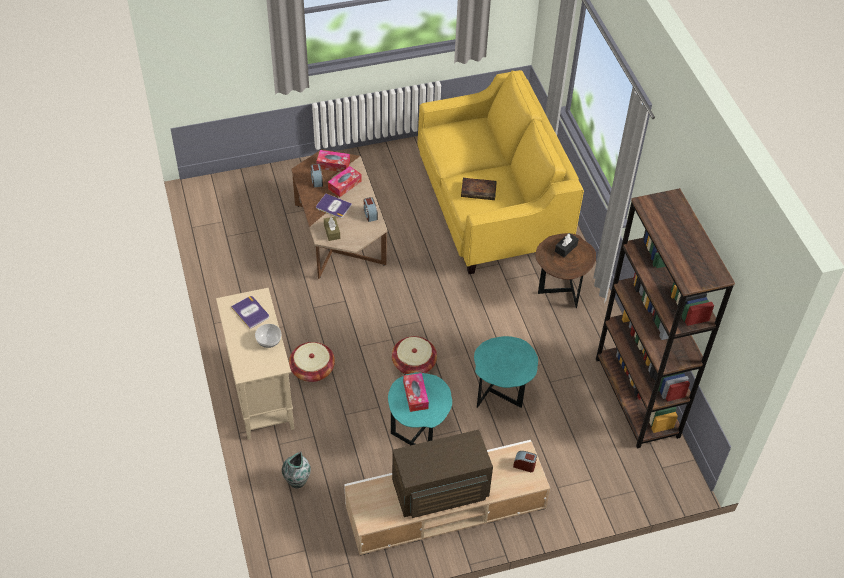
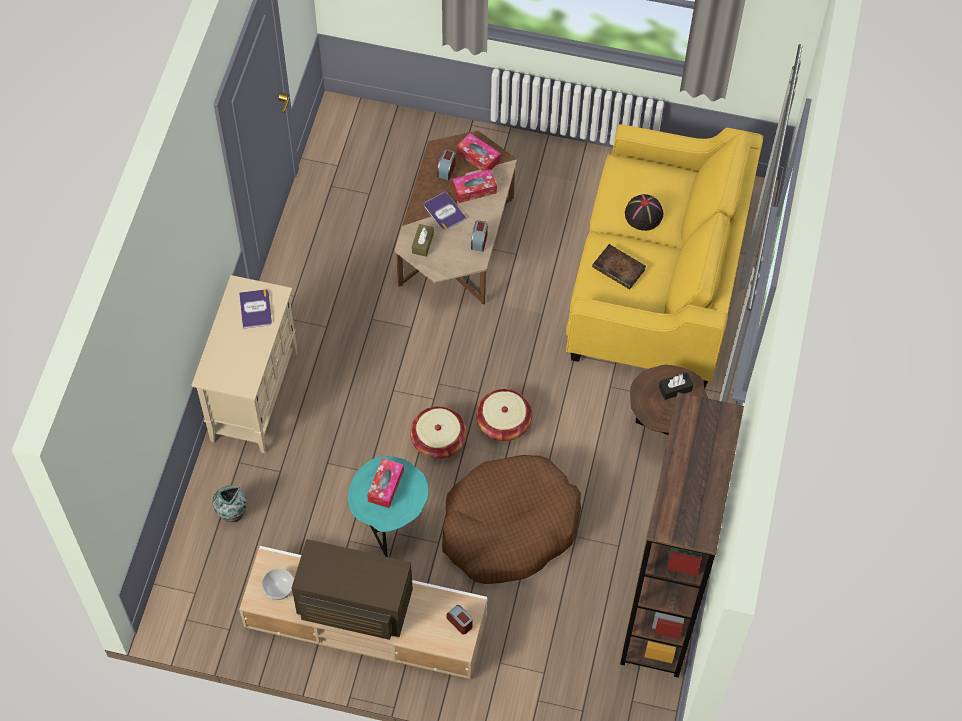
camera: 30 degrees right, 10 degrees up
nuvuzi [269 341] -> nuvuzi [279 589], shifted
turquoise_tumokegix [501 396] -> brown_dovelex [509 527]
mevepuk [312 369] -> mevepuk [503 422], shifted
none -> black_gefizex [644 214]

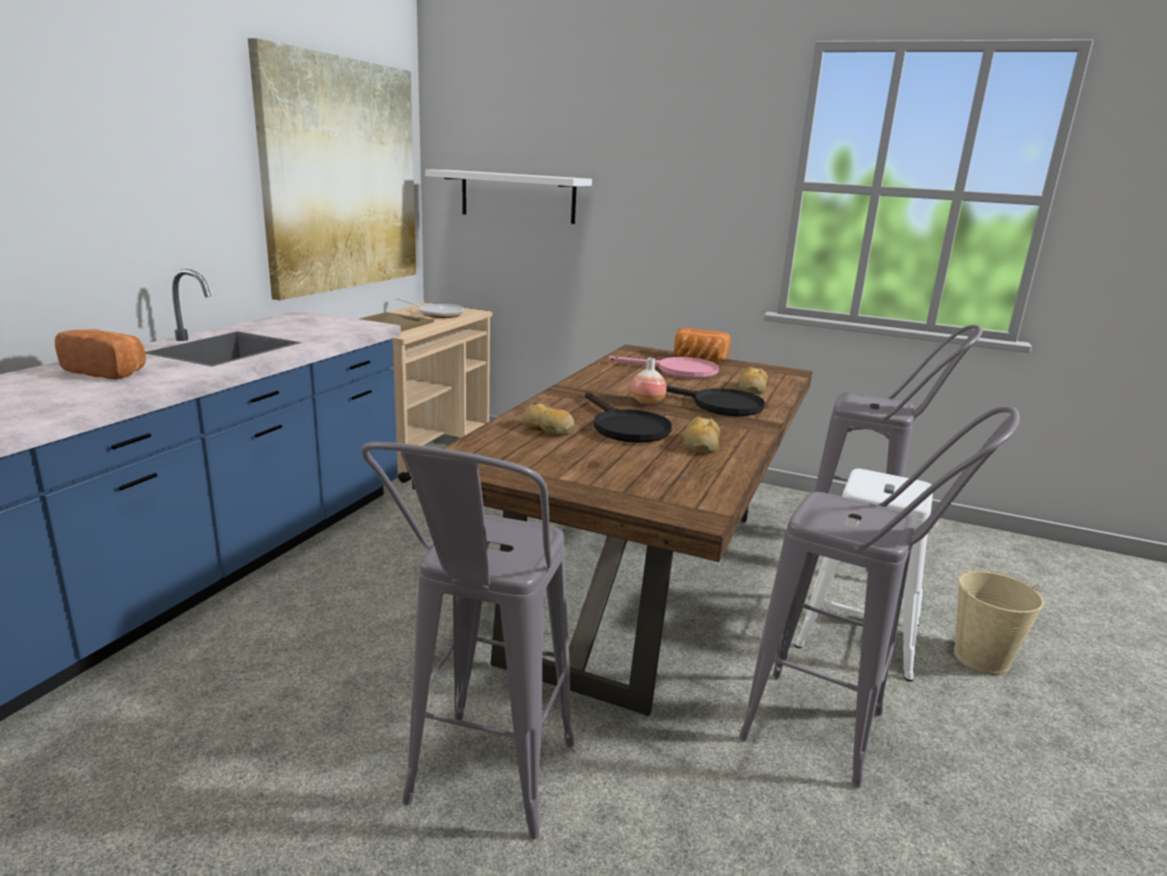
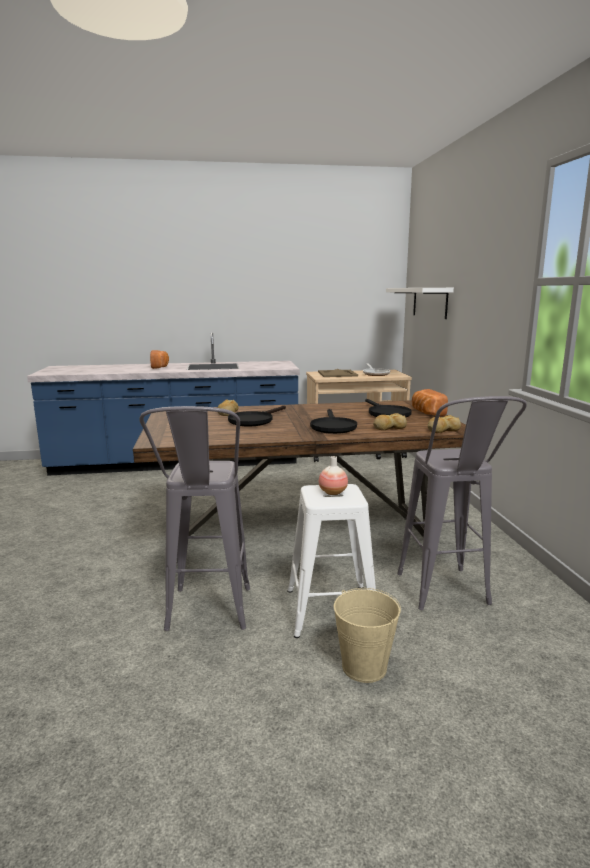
camera: 60 degrees right, 5 degrees down
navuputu [342 176] -> none
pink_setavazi [678 371] -> black_setavazi [386 413]
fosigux [647 402] -> fosigux [333 492], shifted
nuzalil [700 445] -> nuzalil [442 430], shifted
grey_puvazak [482 793] -> none

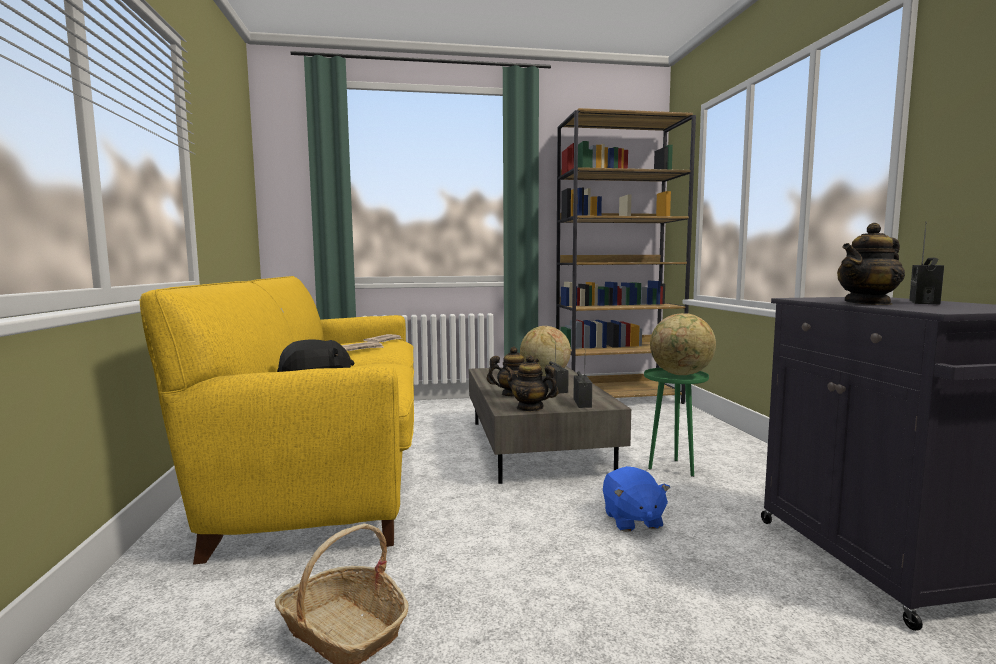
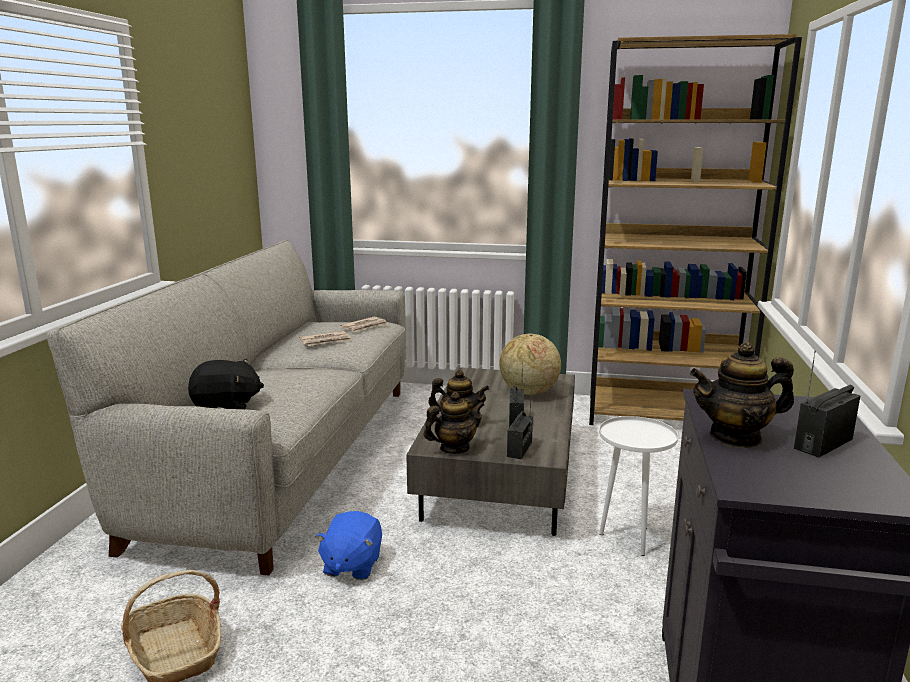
camera: 20 degrees right, 10 degrees up
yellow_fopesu [333 458] -> grey_fopesu [286 456]
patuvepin [681 374] -> none
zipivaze [530 408] -> zipivaze [454 448], 105 degrees clockwise
green_tumokegix [672 468] -> white_tumokegix [629 538]
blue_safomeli [632 520] -> blue_safomeli [351 565], shifted

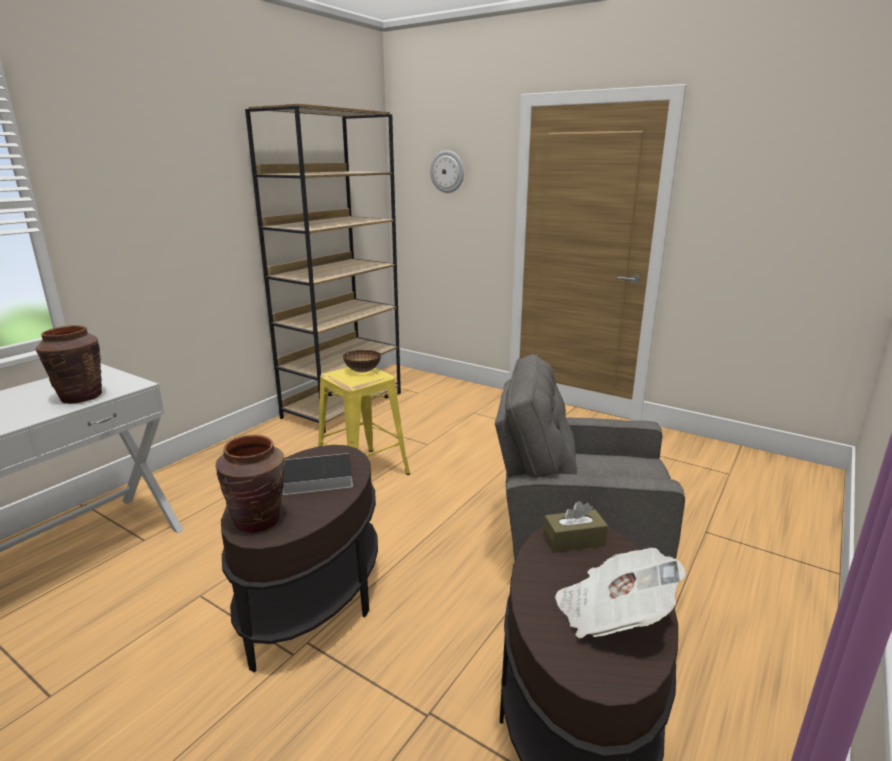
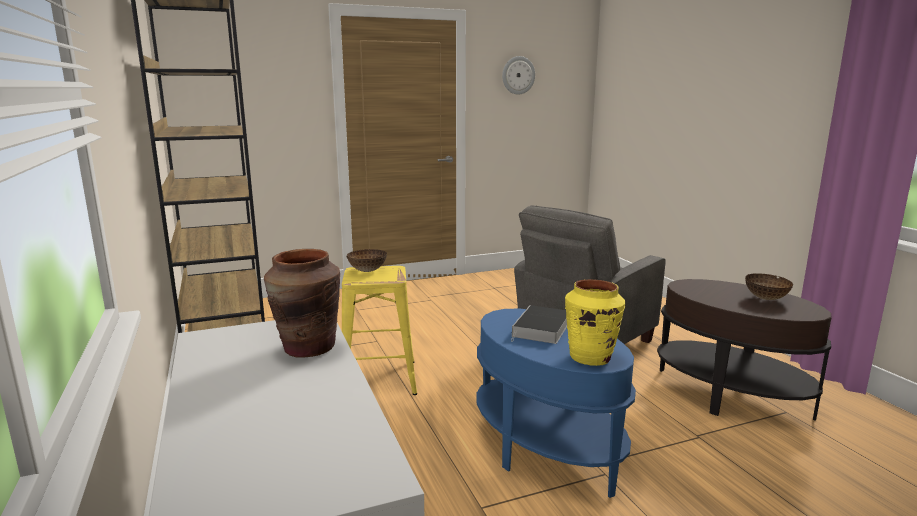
camera: 55 degrees left, 5 degrees down
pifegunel [447 171] -> pifegunel [518 75], shifted
brown_fosigux [258 521] -> yellow_fosigux [590 358]
brown_tumokegix [313 601] -> blue_tumokegix [546 449]
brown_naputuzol [574 540] -> none
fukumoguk [612 615] -> nuvuzi [766 299]

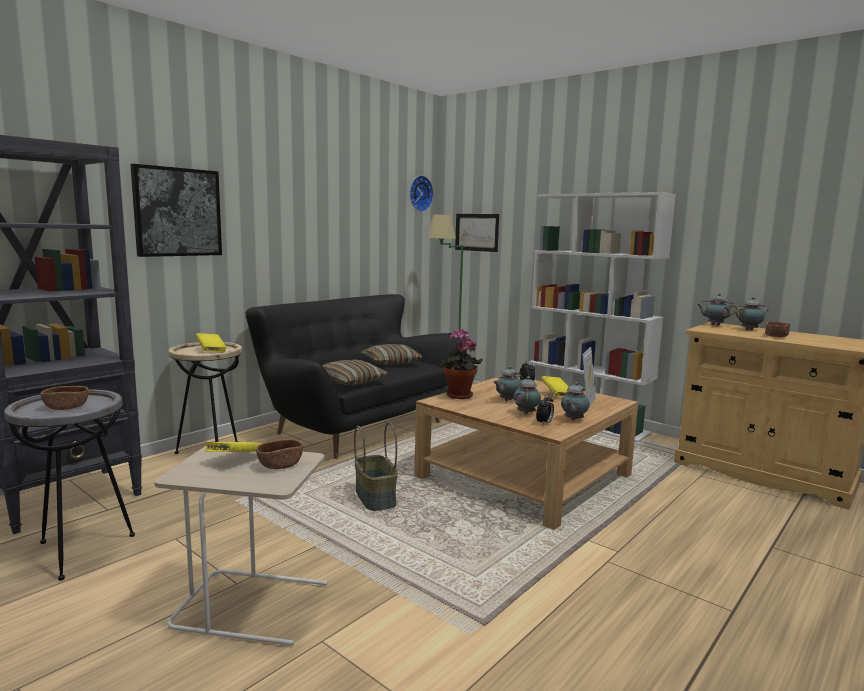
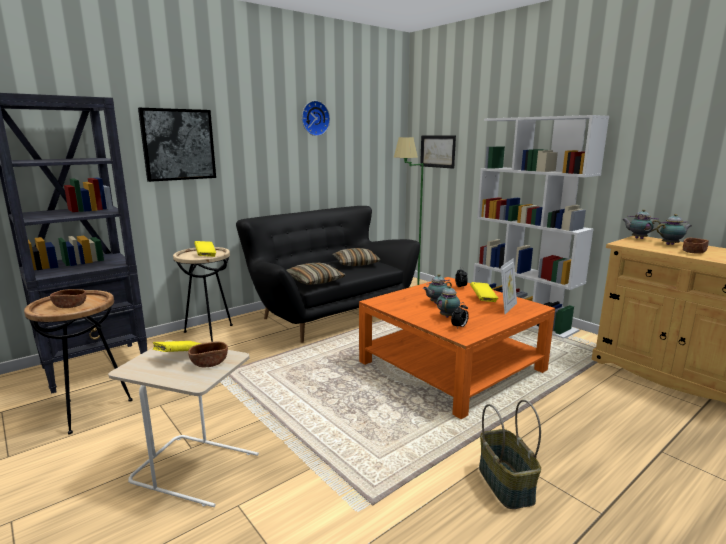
camera: 10 degrees right, 5 degrees up
pifegunel [419 193] -> pifegunel [314 118], shifted
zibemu [458 396] -> none
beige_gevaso [524 476] -> orange_gevaso [451 366]
zipivaze [573 420] -> none
grey_tumokegix [80 551] -> brown_tumokegix [90 411]
mevepuk [376 498] -> mevepuk [507 484], shifted

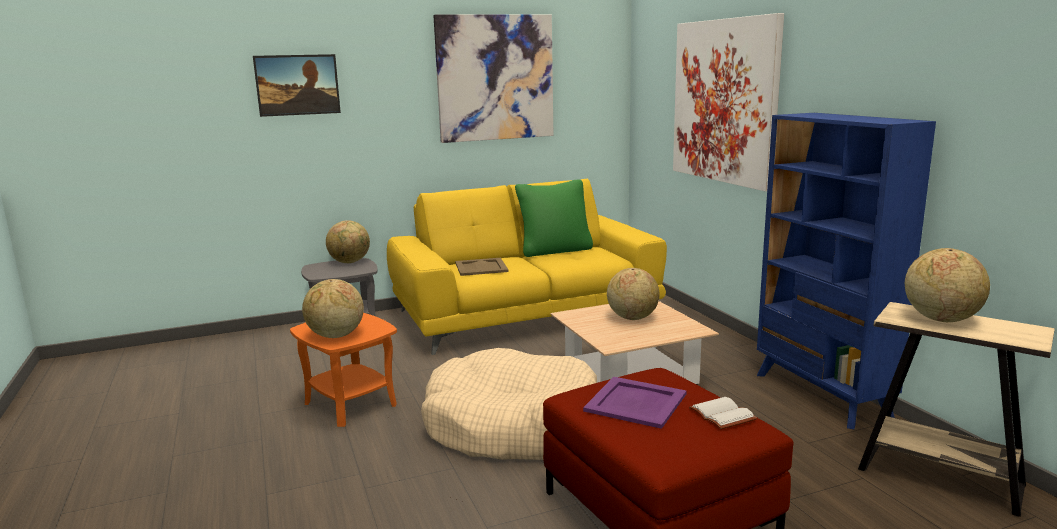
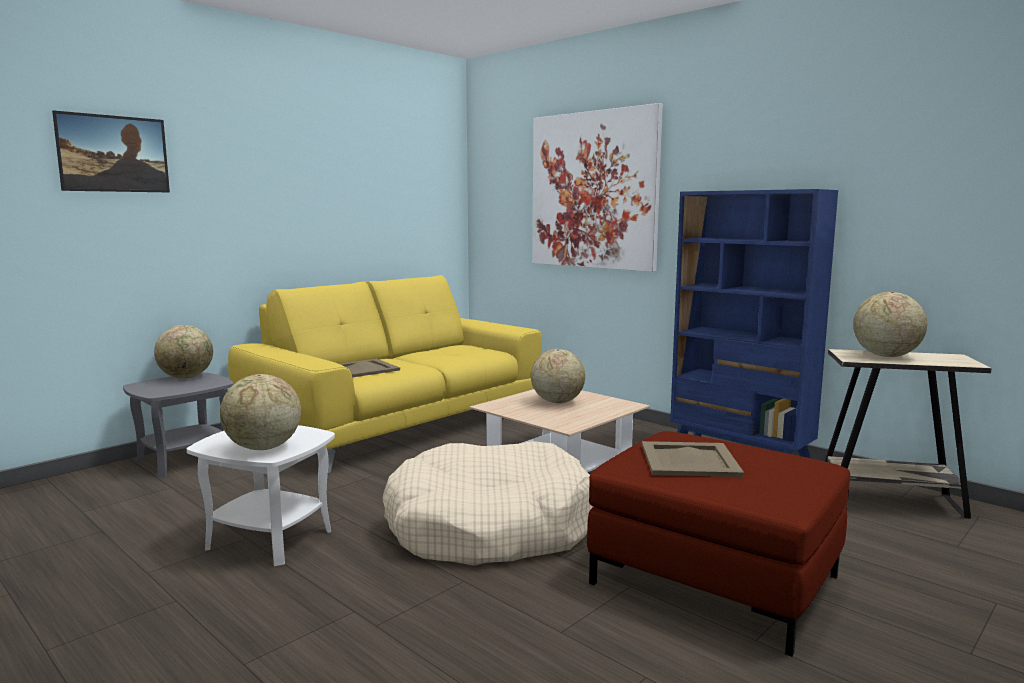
camera: 25 degrees left, 5 degrees down
navuputu [495 78] -> none
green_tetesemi [555 250] -> none
orange_tumokegix [350 404] -> white_tumokegix [269 539]
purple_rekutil [634 402] -> beige_rekutil [688 460]
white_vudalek [720 415] -> none

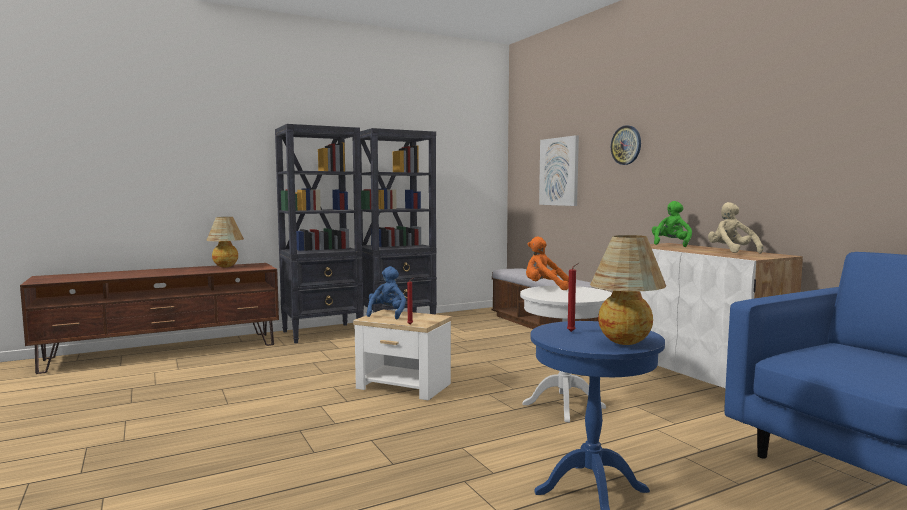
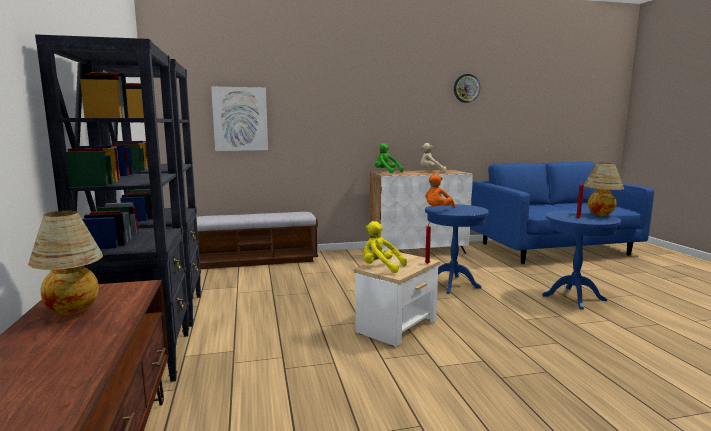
camera: 75 degrees left, 5 degrees up
pifegunel [626 145] -> pifegunel [466 88], shifted
blue_safomeli [387 314] -> yellow_safomeli [380 267]
white_tumokegix [563 406] -> blue_tumokegix [452 284]

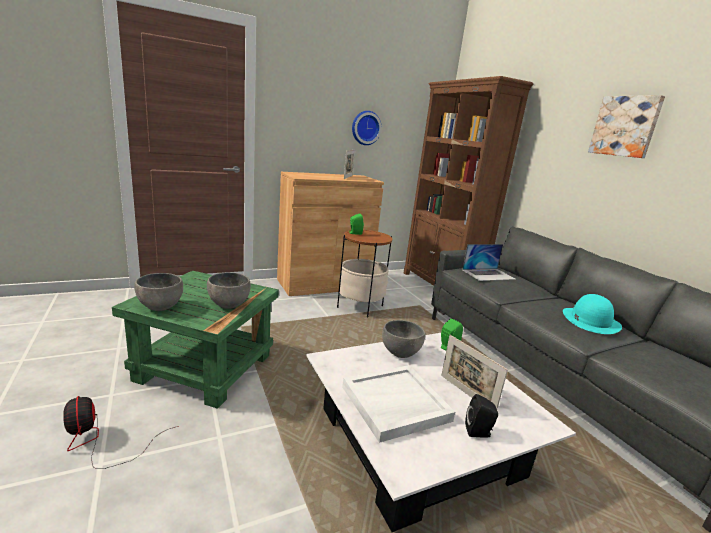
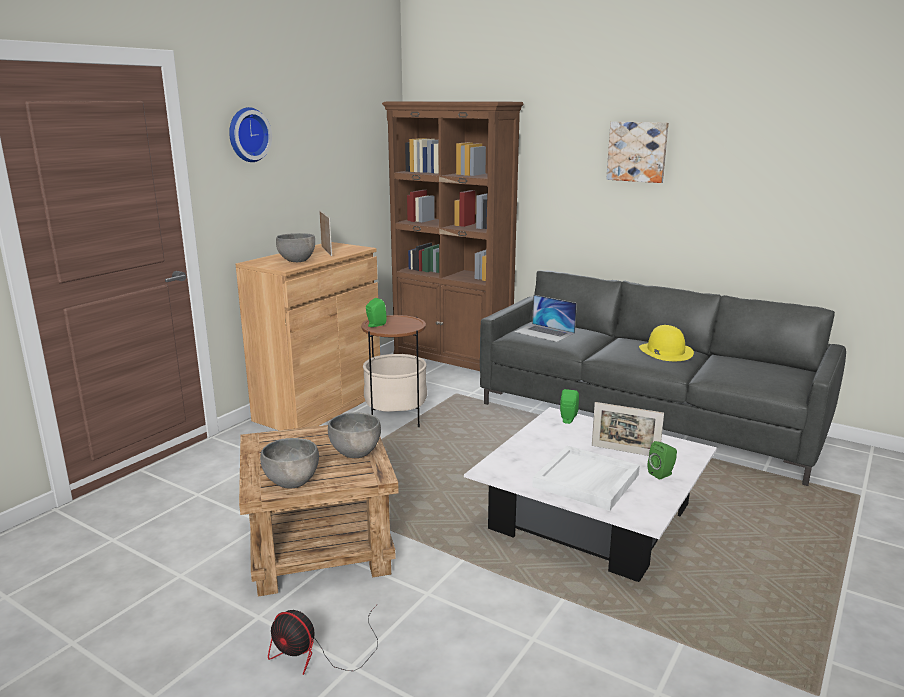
camera: 30 degrees left, 0 degrees up
pifegunel [365 128] -> pifegunel [247 135], shifted
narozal [488 274] -> narozal [544 332], 90 degrees clockwise
green_tumokegix [205 369] -> brown_tumokegix [321 548]
turquoise_gefizex [590 320] -> yellow_gefizex [665 351]
grey_nuvuzi [401 353] -> grey_nuvuzi [297 260], shifted
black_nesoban [479 432] -> green_nesoban [662 474]

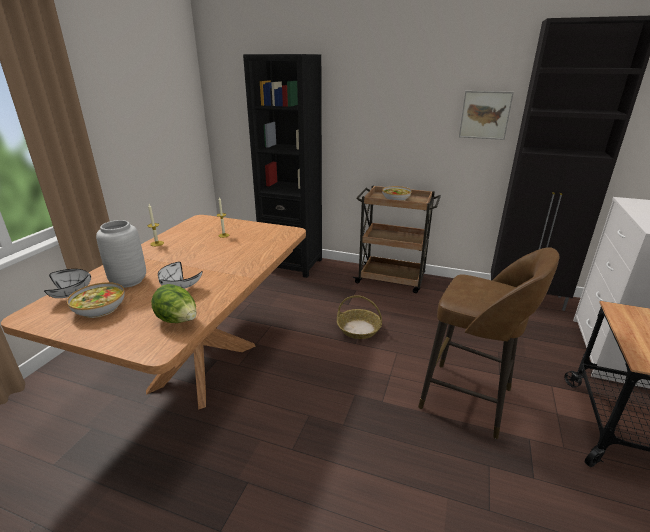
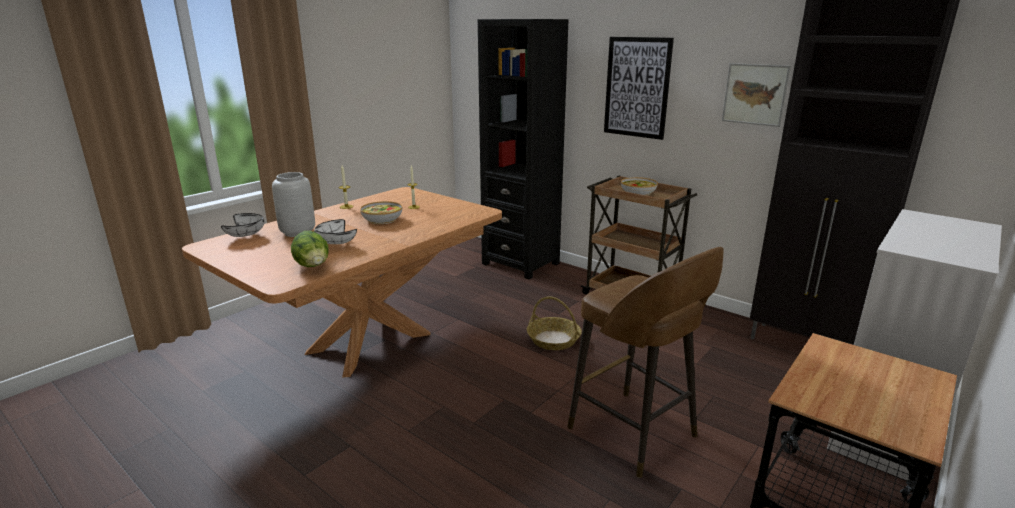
camera: 20 degrees right, 5 degrees down
nuvuzi [100 308] -> nuvuzi [382 219], shifted
none -> navuputu [637 87]

